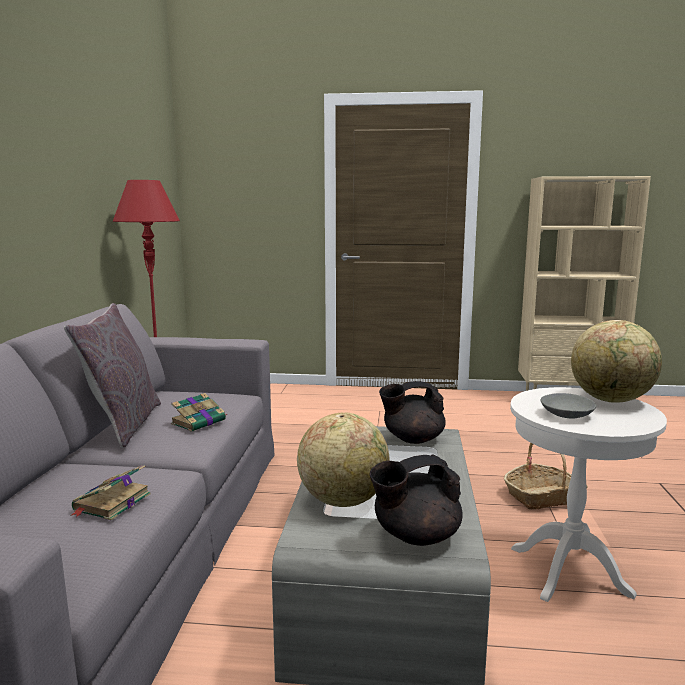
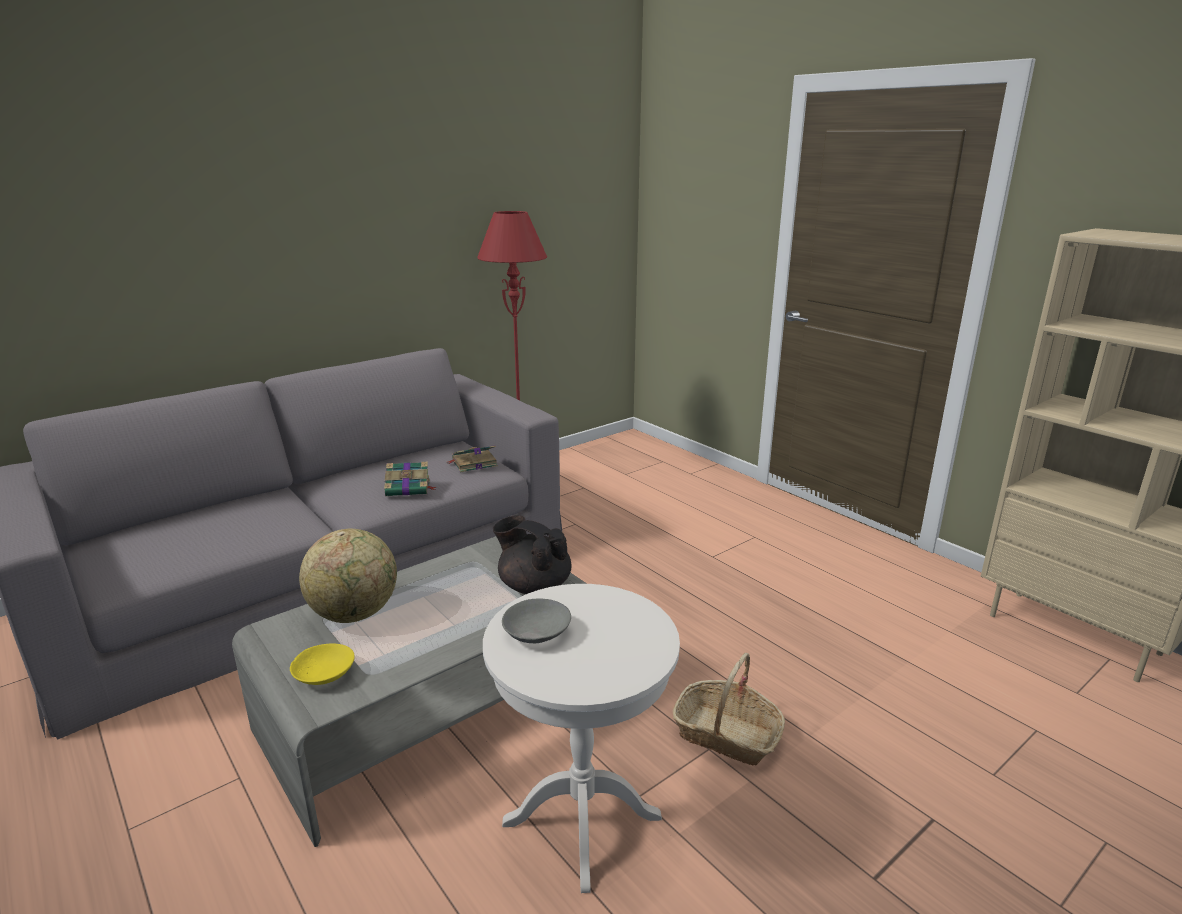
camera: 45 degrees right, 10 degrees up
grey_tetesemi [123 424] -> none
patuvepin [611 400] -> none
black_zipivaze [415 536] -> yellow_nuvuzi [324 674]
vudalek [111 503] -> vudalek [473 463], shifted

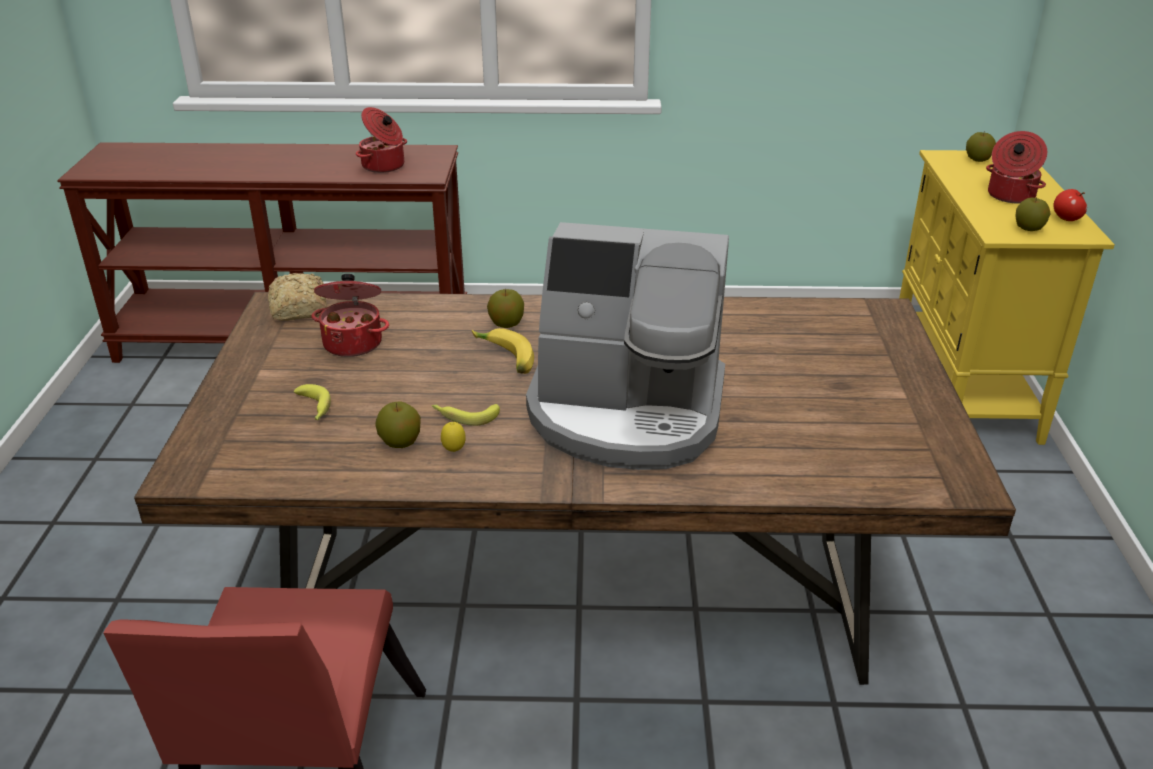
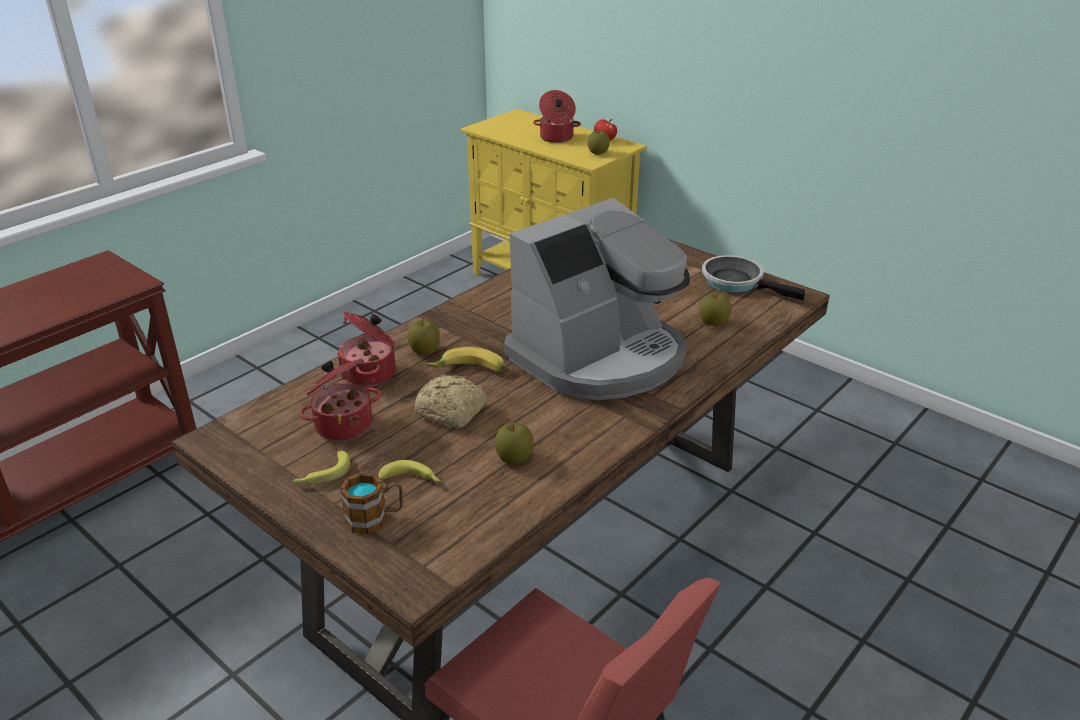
camera: 50 degrees left, 0 degrees up
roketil [384 166] -> roketil [371 373], shifted
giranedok [977 160] -> giranedok [713 323], shifted
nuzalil [299 310] -> nuzalil [452 412], shifted
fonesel [464 416] -> fonesel [322 475], shifted
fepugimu [454 451] -> none
none -> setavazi [737 282]
none -> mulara [375 519]

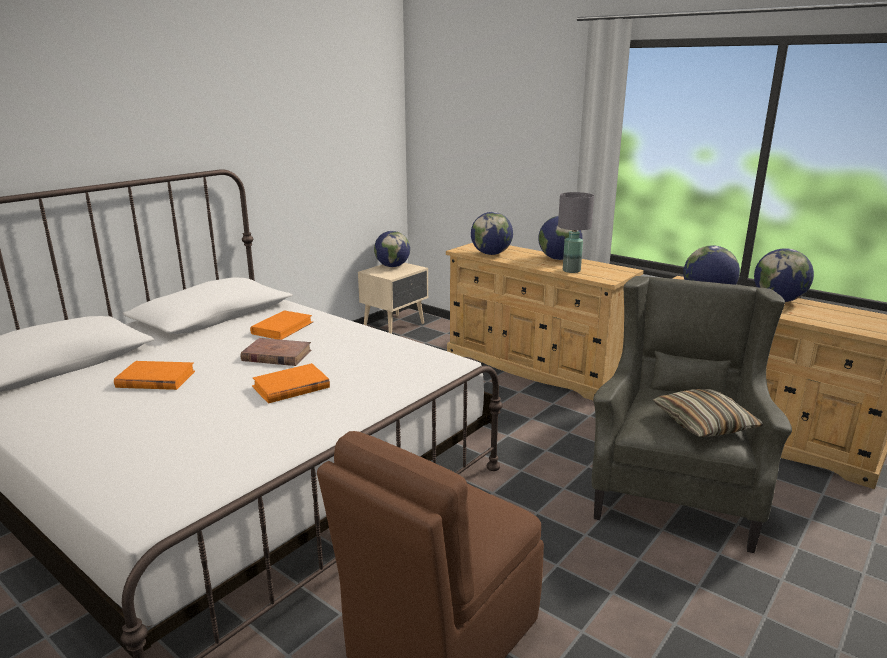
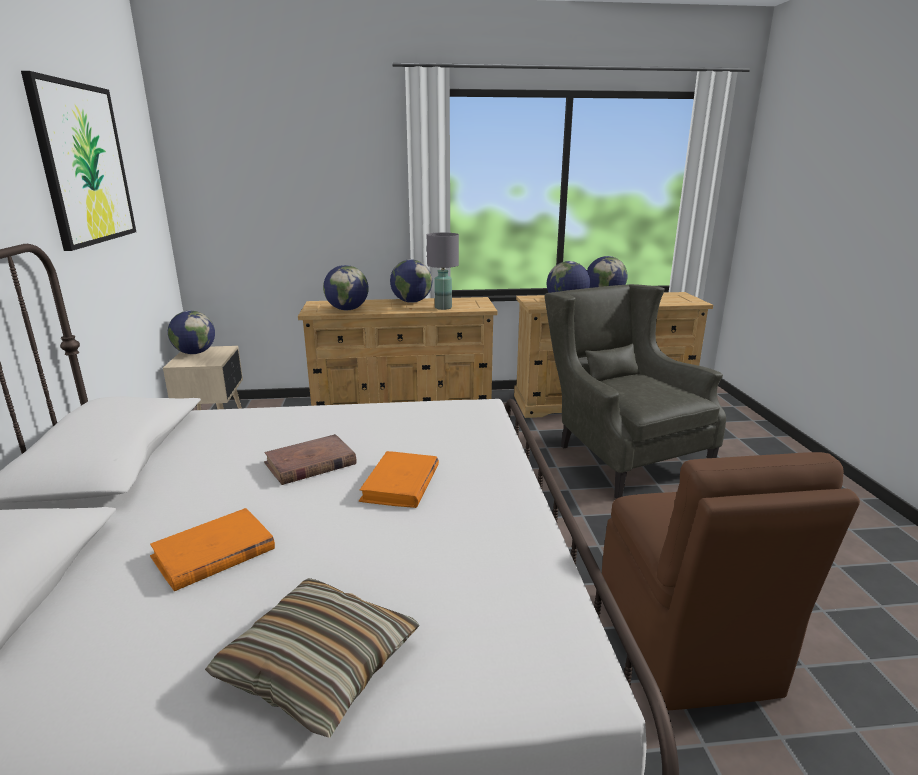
camera: 45 degrees left, 0 degrees up
orange_vudalek [282 328] -> none
tetesemi [704 423] -> tetesemi [319 666], shifted
none -> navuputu [84 164]

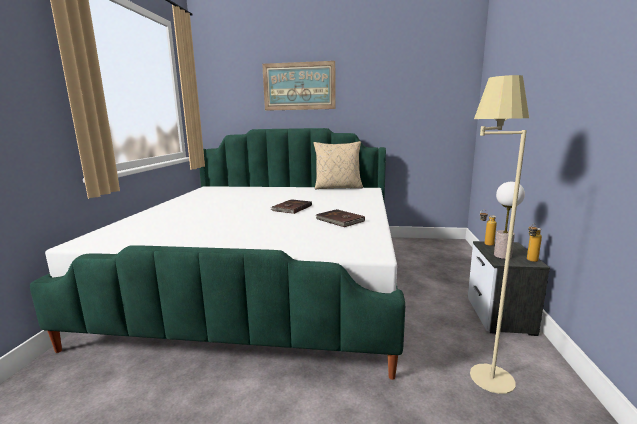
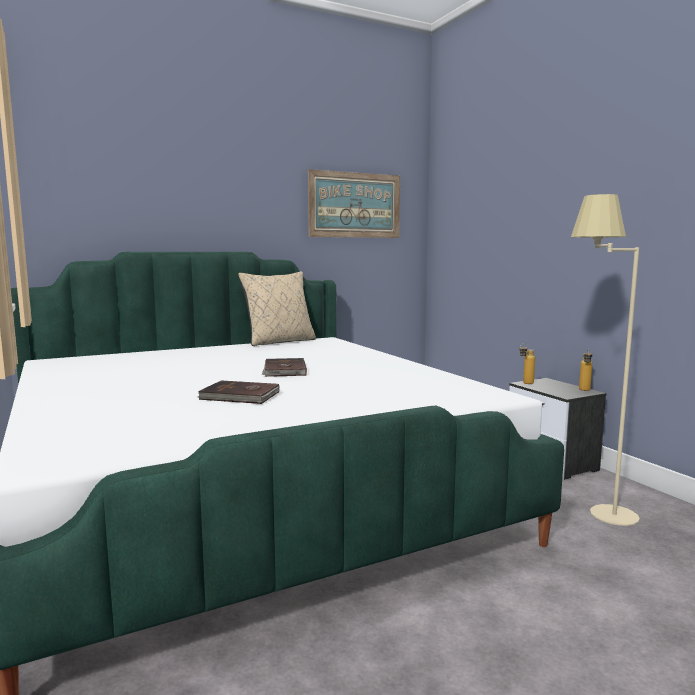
camera: 35 degrees left, 5 degrees down
navuputu [299 86] -> navuputu [355 205], shifted
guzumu [502 255] -> none
brown_vudalek [339 220] -> brown_vudalek [240 396], shifted

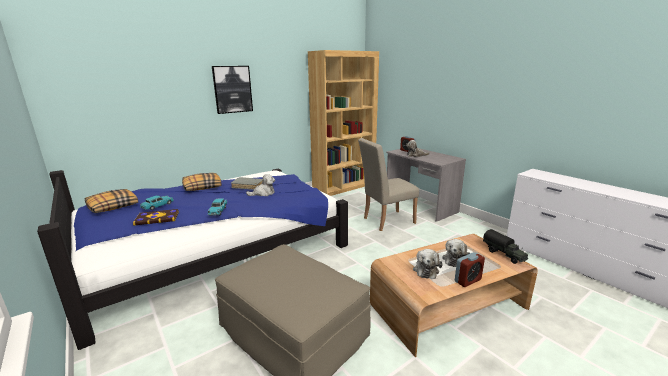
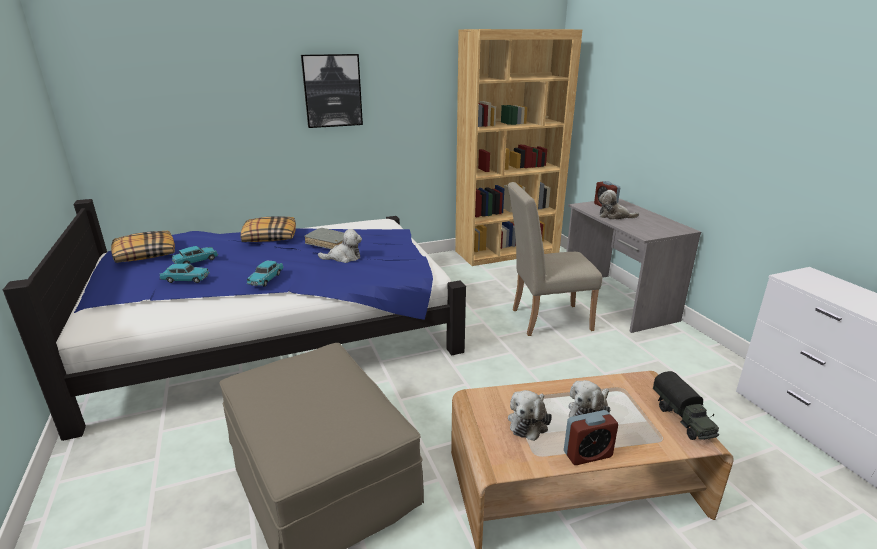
camera: 15 degrees right, 5 degrees up
vudalek [157 218] -> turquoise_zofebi [186 279]

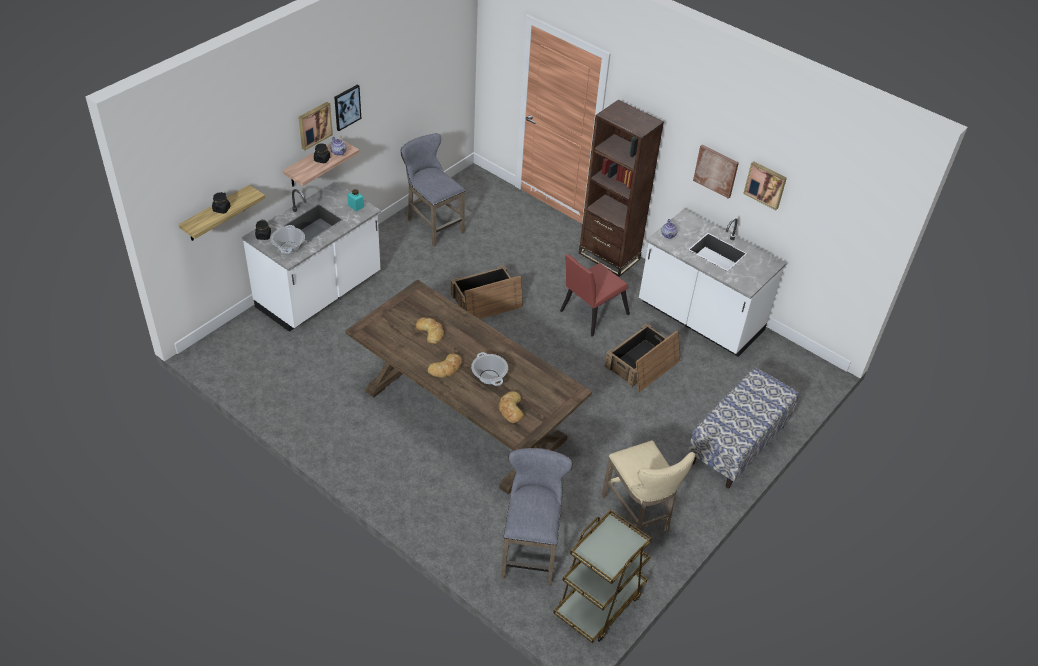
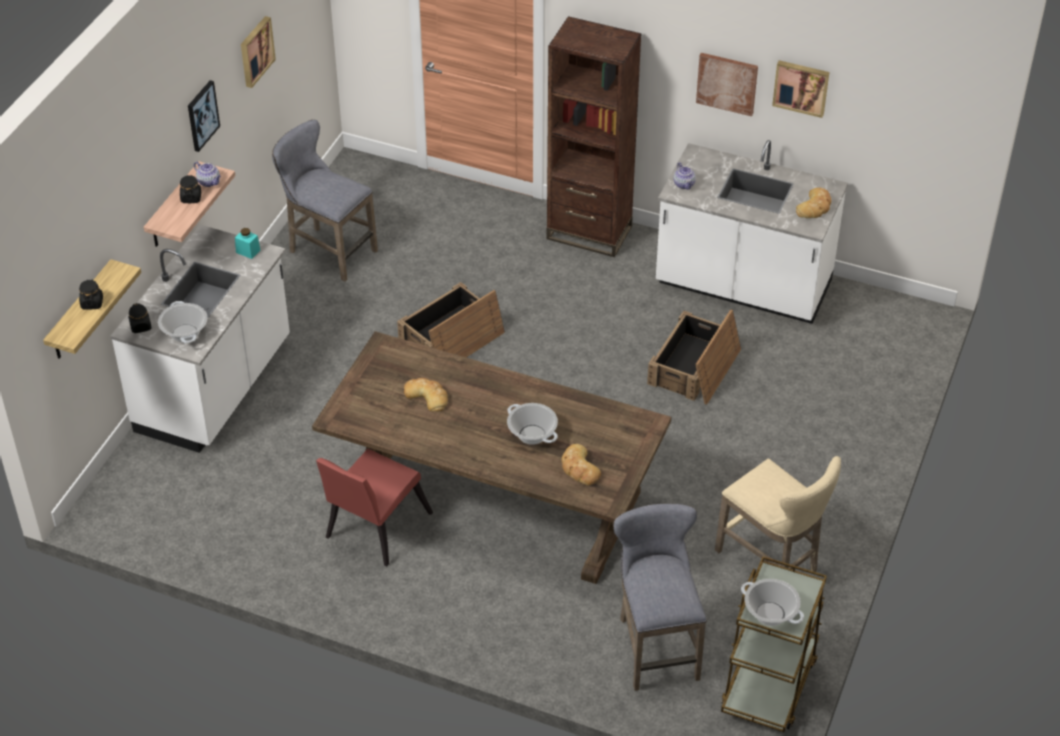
camera: 15 degrees left, 0 degrees up
navuputu [314 125] -> navuputu [255 51], shifted
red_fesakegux [590 314] -> red_fesakegux [374 529], shifted
nuzalil [446 368] -> nuzalil [815 207], shifted
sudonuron [737 445] -> none
none -> roketil [770 613]

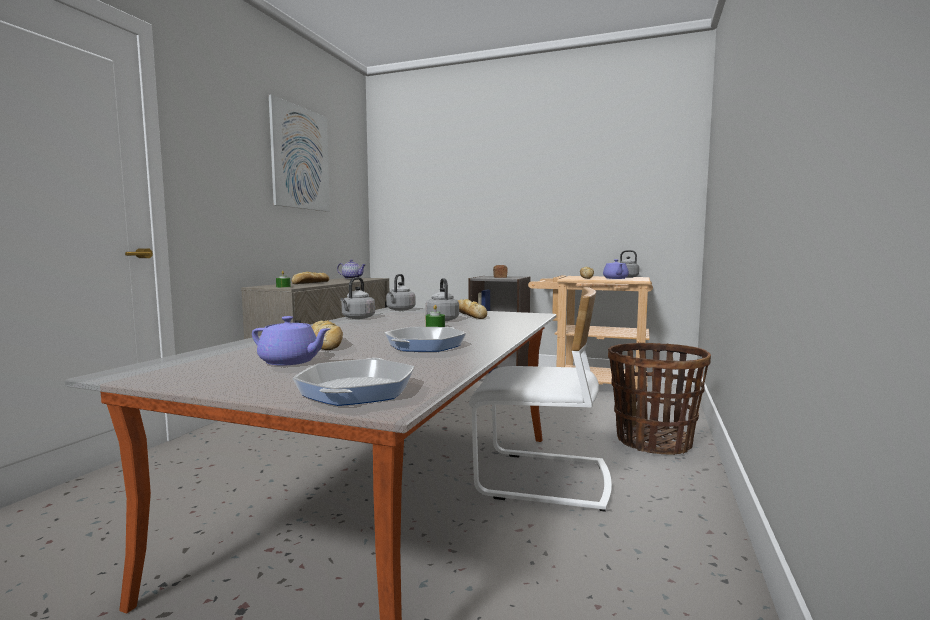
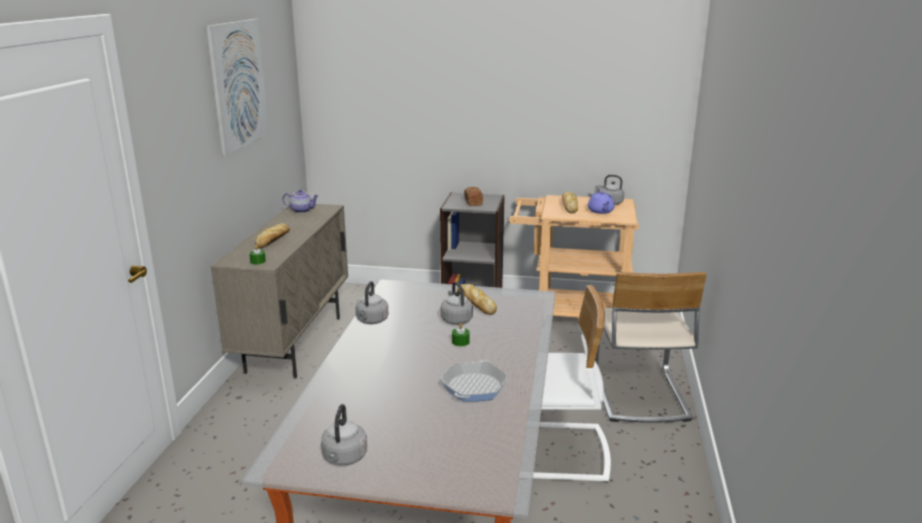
camera: 10 degrees left, 15 degrees up
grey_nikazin [400 310] -> grey_nikazin [344 458], shifted
purple_zipivaze [290 361] -> none
nuzalil [326 343] -> none
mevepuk [653 442] -> beige_fesakegux [638 395]
setavazi [356 390] -> none

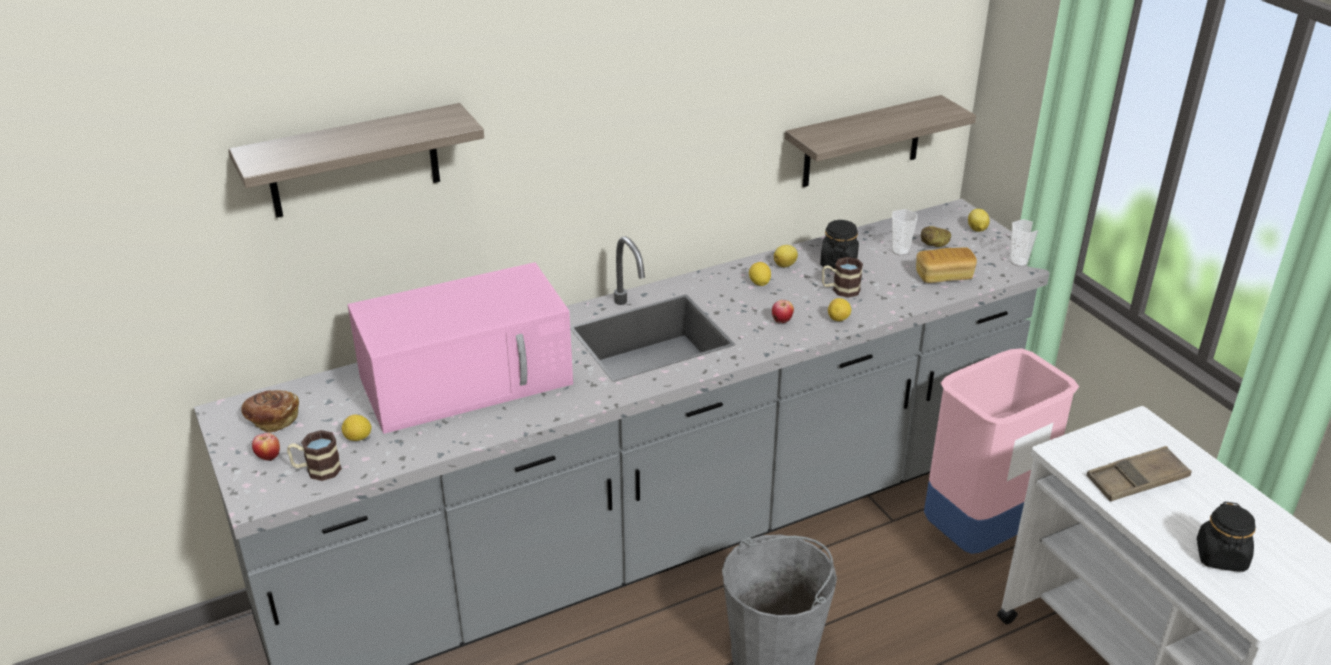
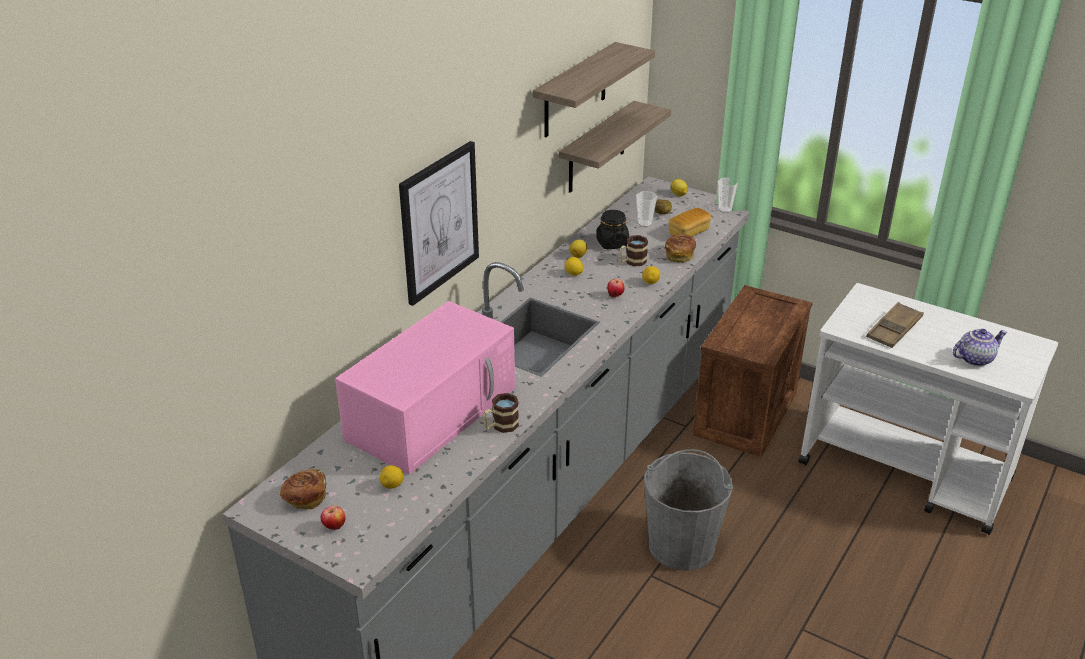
camera: 30 degrees left, 0 degrees up
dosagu [354 162] -> dosagu [575 91], shifted
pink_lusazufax [981 535] -> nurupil [747 414]
mulara [316 470] -> mulara [500 426], shifted
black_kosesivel [1221 557] -> zipivaze [974 358]
none -> navuputu [439 222]
none -> nuzalil [680 255]

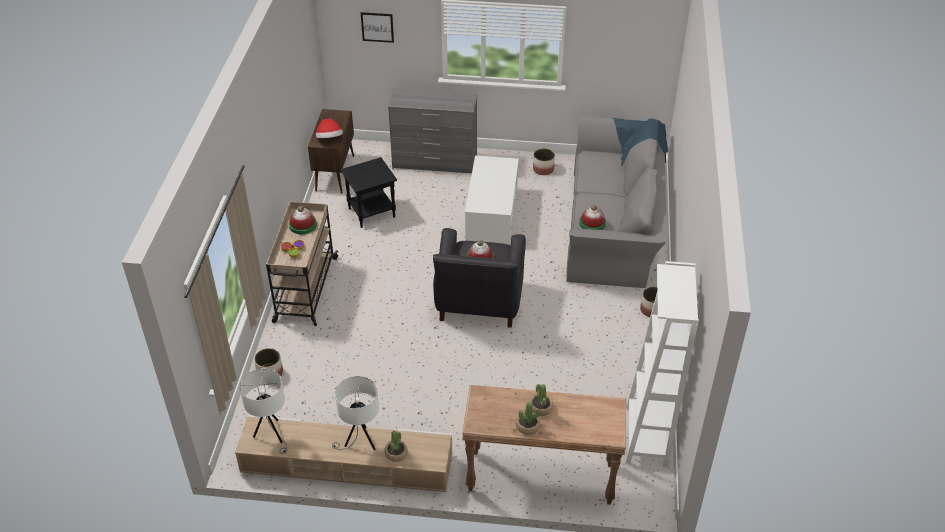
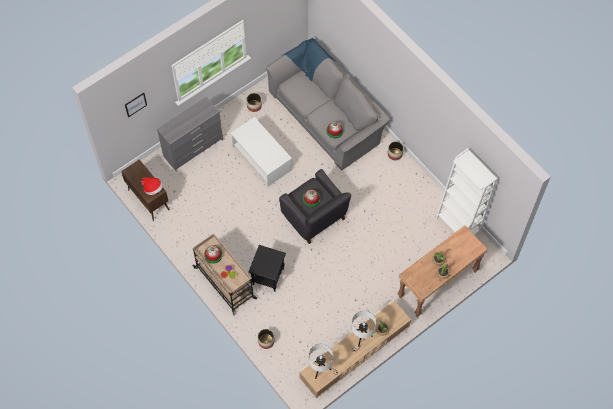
camera: 45 degrees left, 20 degrees up
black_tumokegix [371 213] -> black_tumokegix [268 277], shifted

